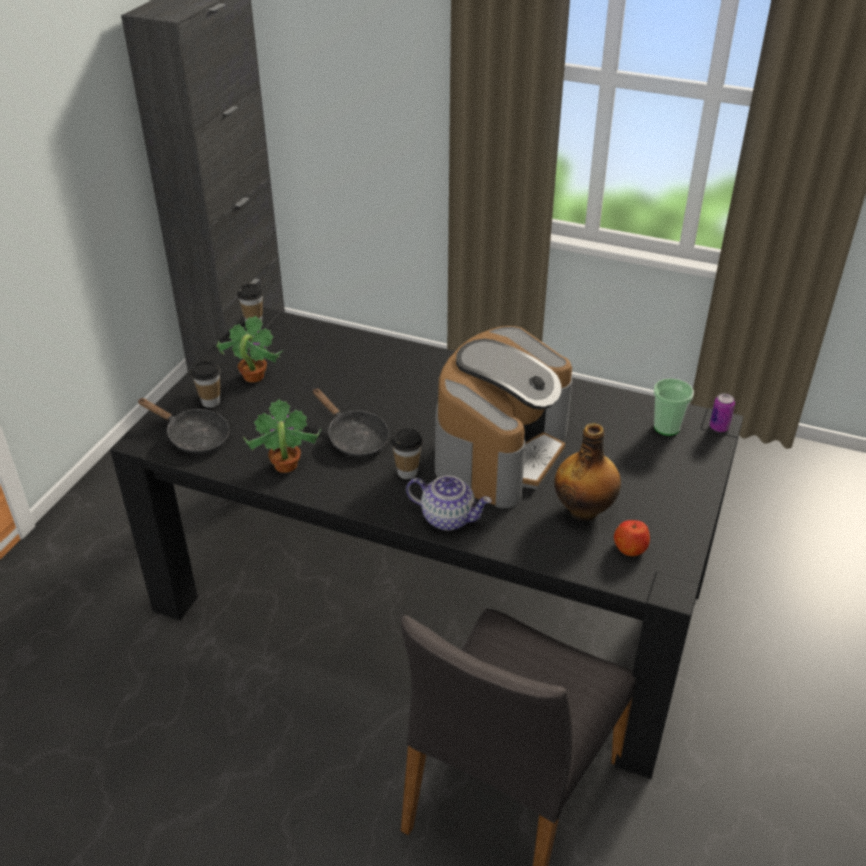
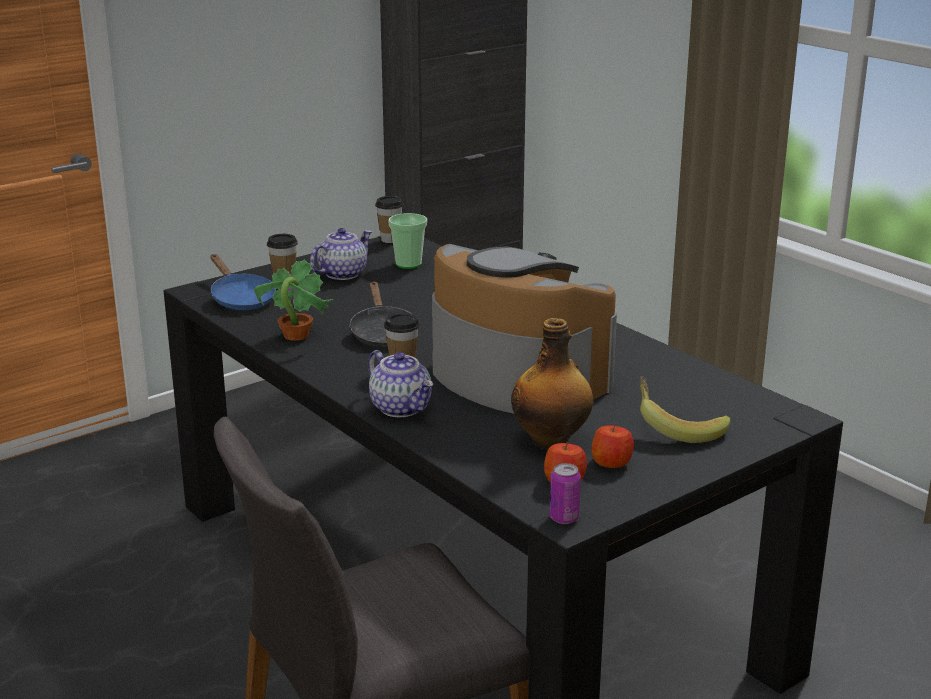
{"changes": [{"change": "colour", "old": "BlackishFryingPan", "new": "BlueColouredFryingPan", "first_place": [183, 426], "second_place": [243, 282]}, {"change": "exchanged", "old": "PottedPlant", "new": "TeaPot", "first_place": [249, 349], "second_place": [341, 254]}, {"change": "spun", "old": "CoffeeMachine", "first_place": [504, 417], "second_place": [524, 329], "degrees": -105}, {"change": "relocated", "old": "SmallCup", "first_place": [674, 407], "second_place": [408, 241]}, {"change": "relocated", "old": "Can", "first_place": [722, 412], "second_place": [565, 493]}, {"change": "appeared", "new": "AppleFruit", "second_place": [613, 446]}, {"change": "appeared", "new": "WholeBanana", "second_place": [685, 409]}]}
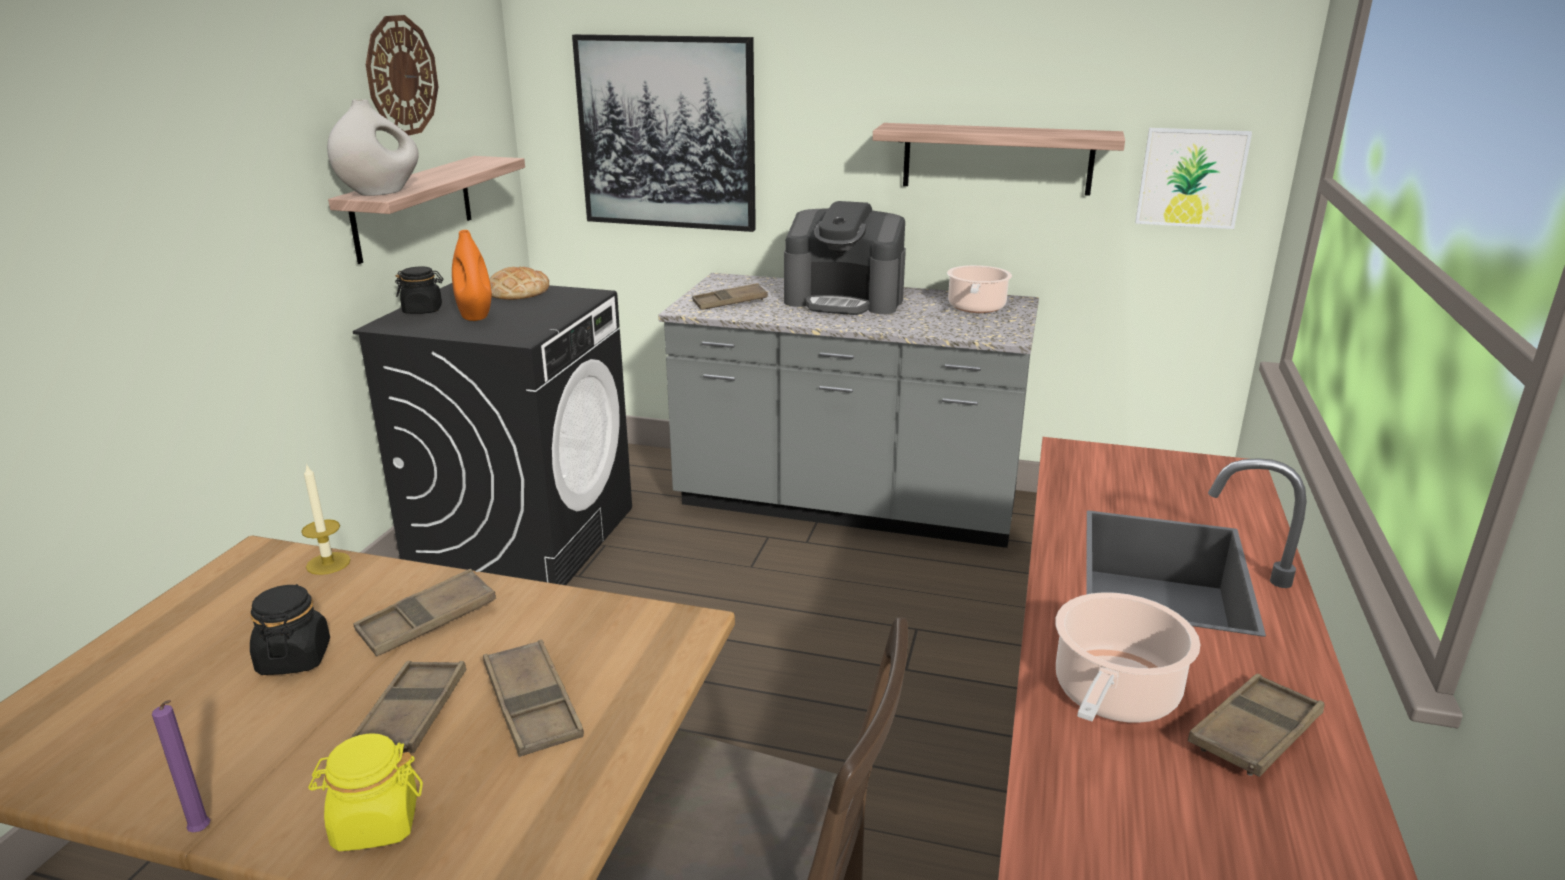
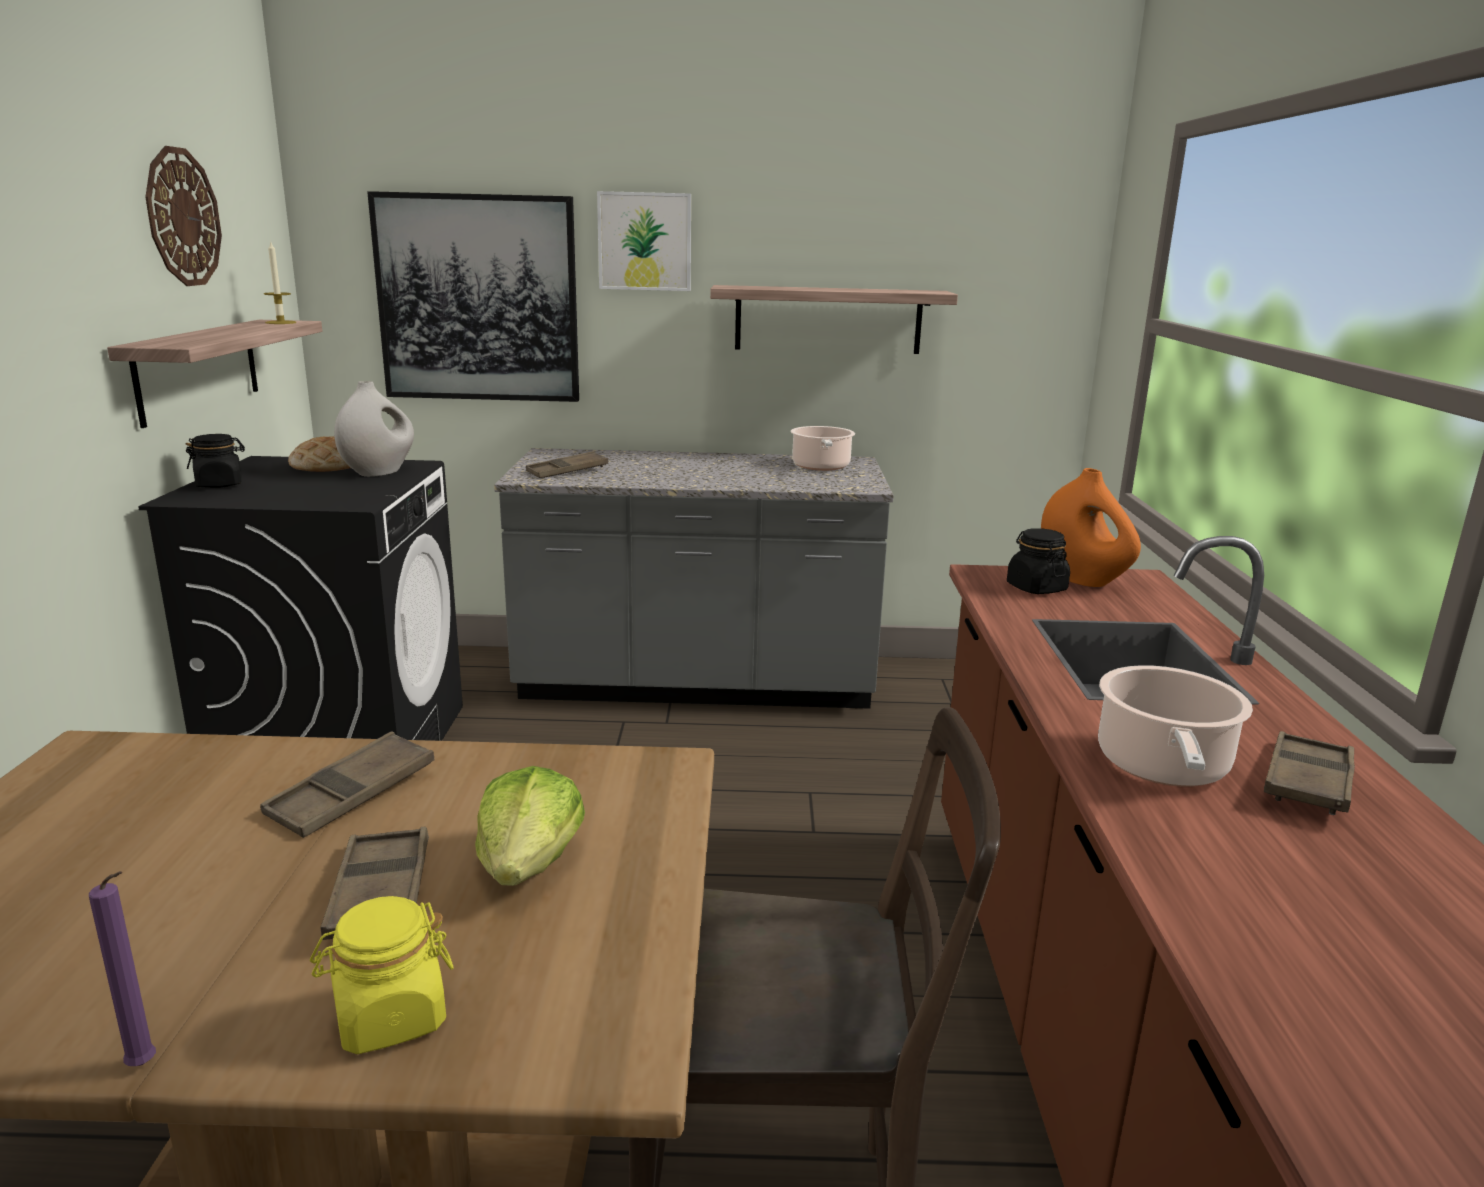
{"changes": [{"change": "relocated", "old": "BlackishStorageJar", "first_place": [290, 629], "second_place": [1038, 561]}, {"change": "relocated", "old": "Candle", "first_place": [326, 519], "second_place": [280, 282]}, {"change": "relocated", "old": "WhiteColouredDecorativeVase", "first_place": [373, 147], "second_place": [374, 429]}, {"change": "relocated", "old": "OrangeDecorativeVase", "first_place": [472, 275], "second_place": [1091, 527]}, {"change": "exchanged", "old": "BrownColouredTray", "new": "LettuceHead", "first_place": [533, 698], "second_place": [530, 826]}, {"change": "missing", "old": "CoffeeMachine", "first_place": [845, 258]}, {"change": "relocated", "old": "Picture", "first_place": [1193, 178], "second_place": [644, 241]}]}
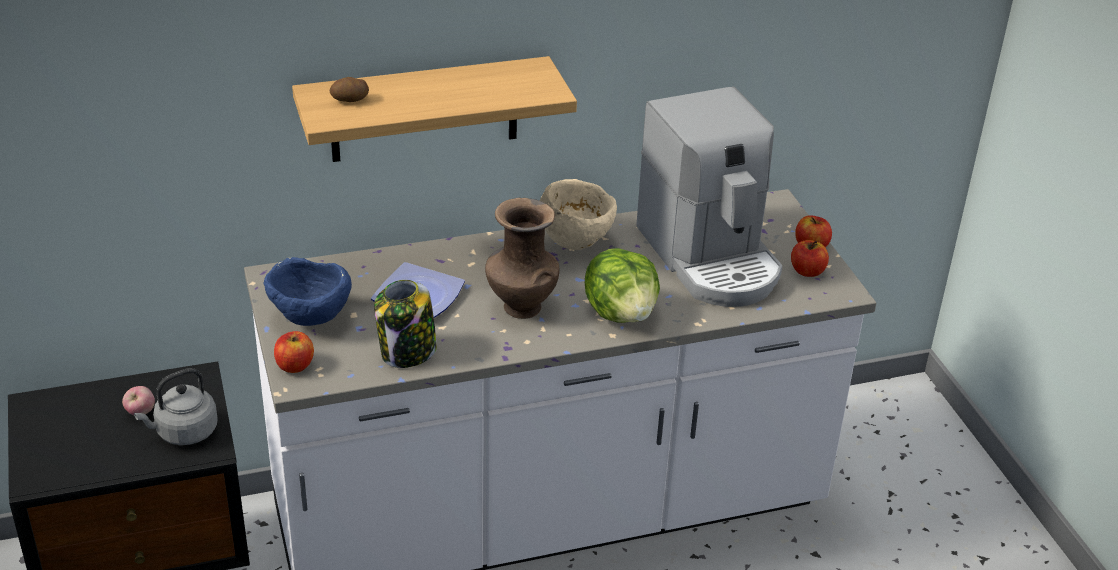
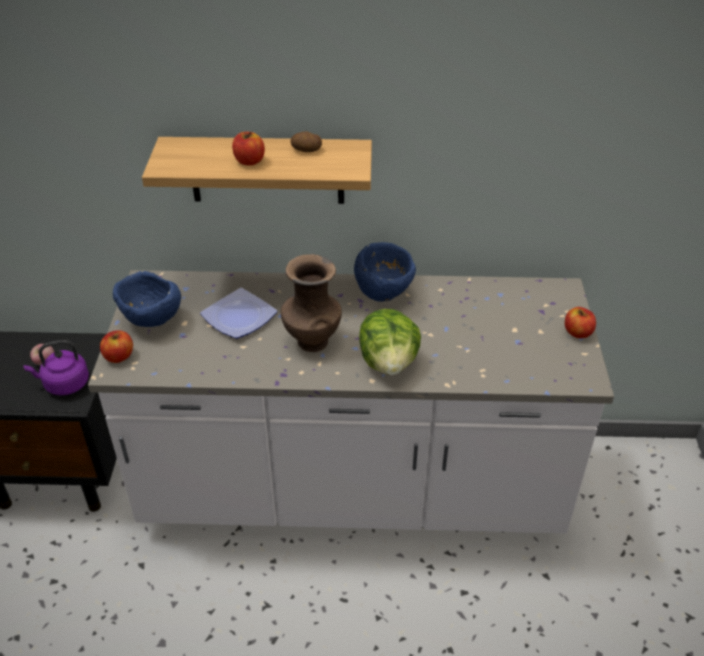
{"changes": [{"change": "colour", "old": "GrayTeaKettle", "new": "PurpleTeaKettle", "first_place": [176, 406], "second_place": [56, 367]}, {"change": "relocated", "old": "Spud", "first_place": [349, 89], "second_place": [306, 141]}, {"change": "missing", "old": "StorageJar", "first_place": [405, 324]}, {"change": "colour", "old": "BeigeColouredBowl", "new": "BlueColouredBowl", "first_place": [578, 214], "second_place": [385, 272]}, {"change": "missing", "old": "CoffeeMachine", "first_place": [709, 197]}, {"change": "relocated", "old": "AppleFruit", "first_place": [810, 258], "second_place": [248, 149]}]}
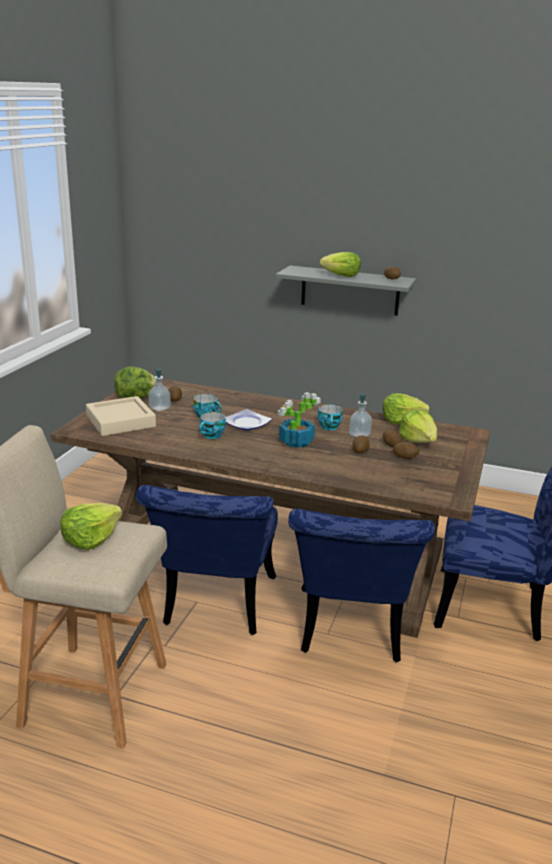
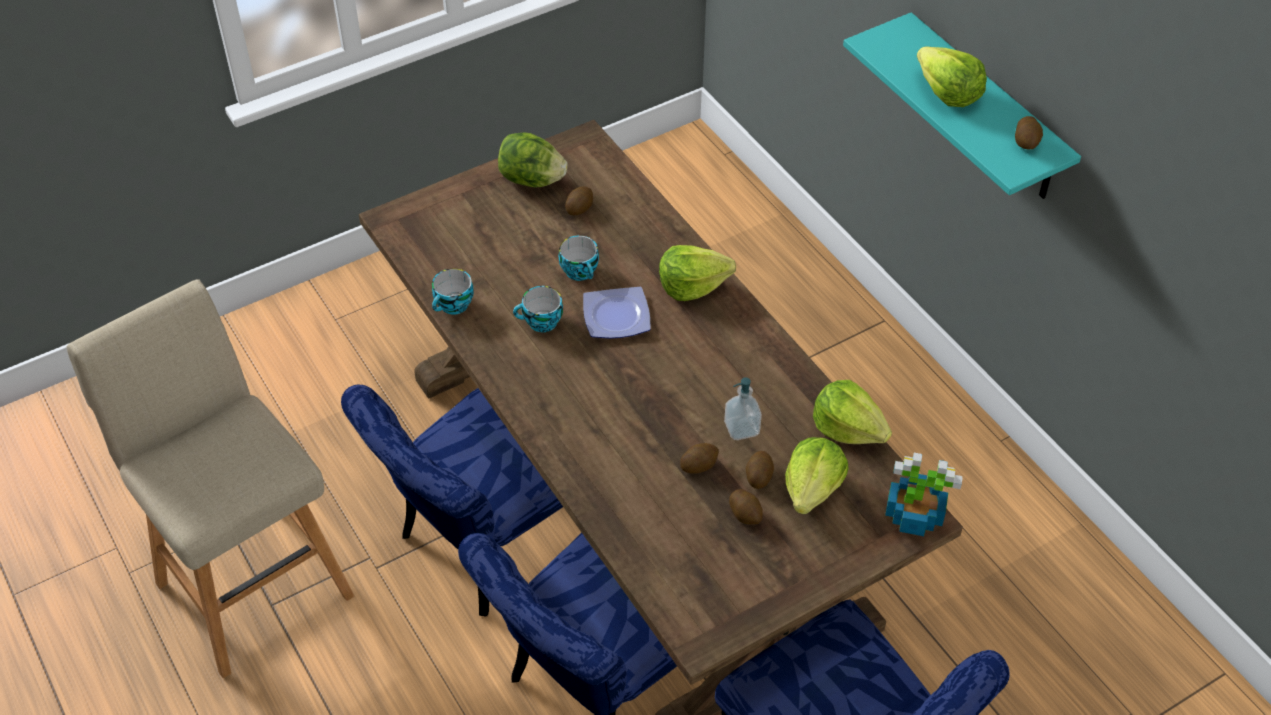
{"changes": [{"change": "relocated", "old": "LettuceHead", "first_place": [91, 526], "second_place": [697, 273]}, {"change": "missing", "old": "BeigeColouredTray", "first_place": [121, 416]}, {"change": "missing", "old": "SoapDispenser", "first_place": [159, 390]}, {"change": "colour", "old": "GrayBracketShelf", "new": "TurquoiseColouredBracketShelf", "first_place": [346, 290], "second_place": [962, 105]}, {"change": "relocated", "old": "PottedPlant", "first_place": [299, 420], "second_place": [924, 494]}, {"change": "relocated", "old": "SmallCup", "first_place": [330, 417], "second_place": [453, 291]}]}
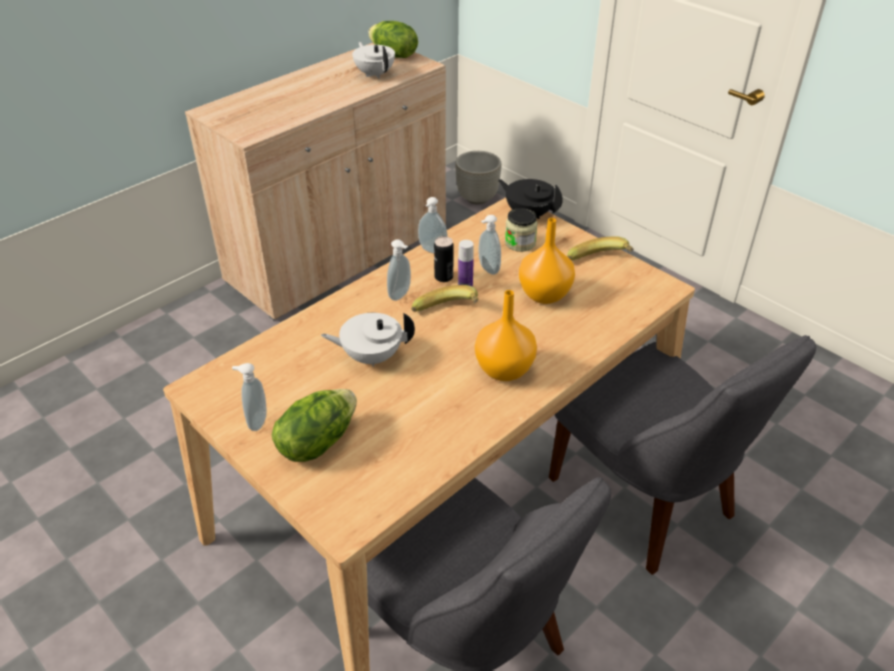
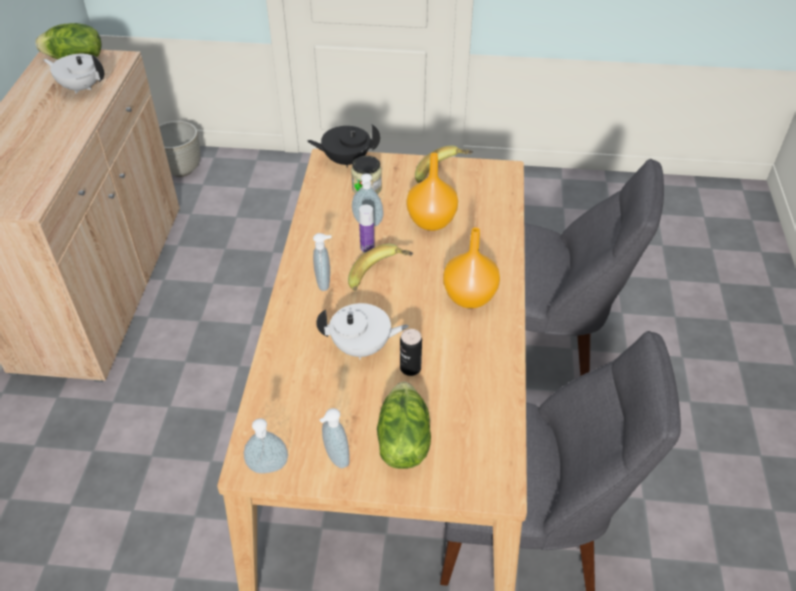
{"changes": [{"change": "spun", "old": "WhiteColouredTeaPot", "first_place": [368, 340], "second_place": [362, 331], "degrees": -135}, {"change": "relocated", "old": "SoapDispenser", "first_place": [433, 225], "second_place": [266, 445]}, {"change": "relocated", "old": "Can", "first_place": [444, 259], "second_place": [411, 352]}]}
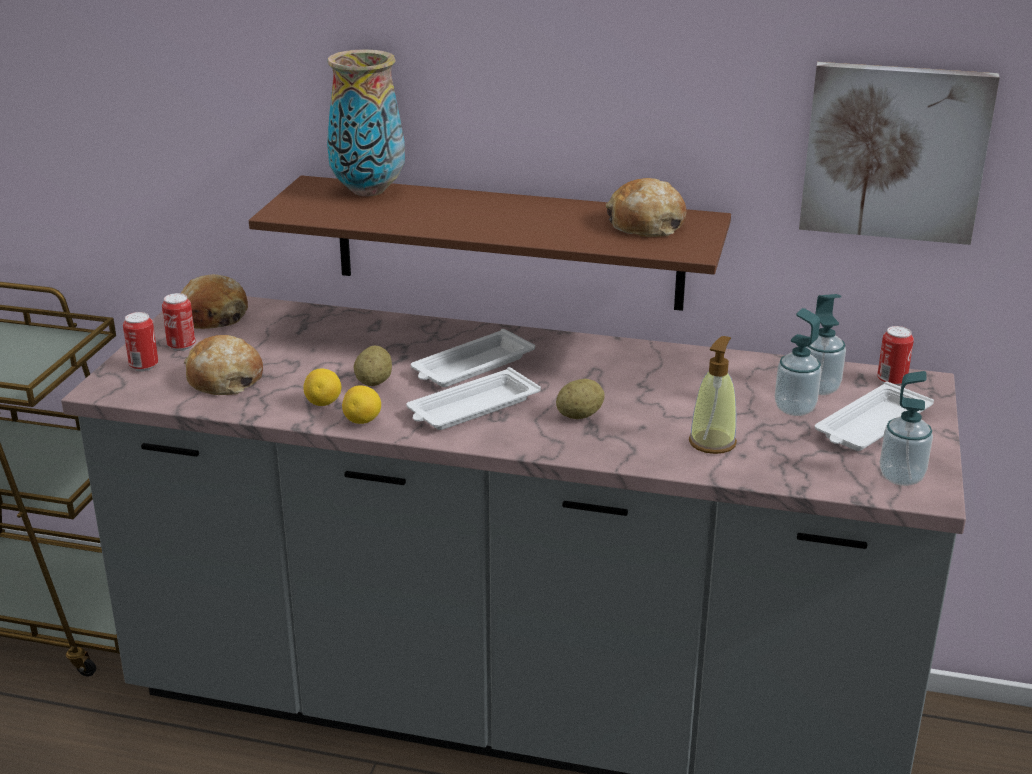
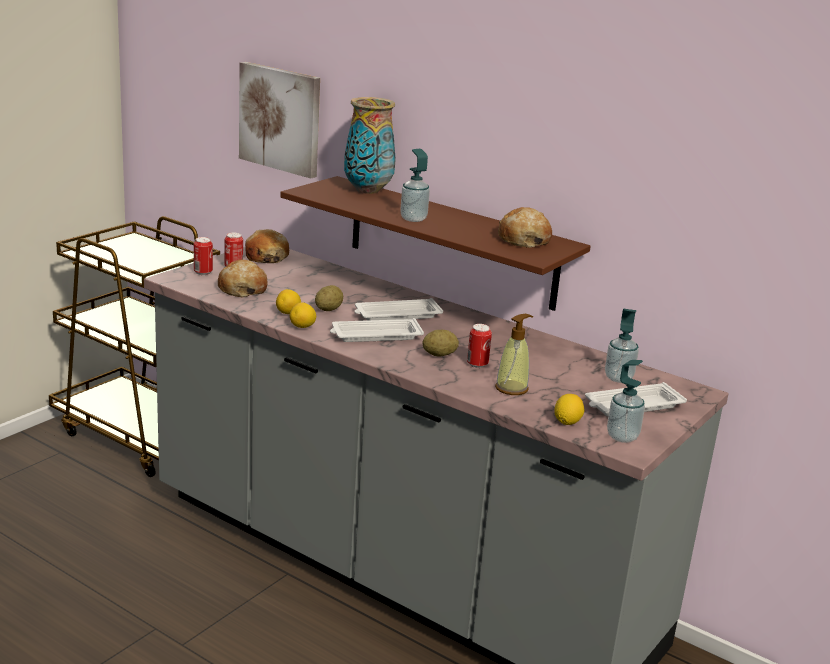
{"changes": [{"change": "relocated", "old": "SoapDispenser", "first_place": [798, 362], "second_place": [415, 185]}, {"change": "relocated", "old": "Picture", "first_place": [899, 153], "second_place": [279, 120]}, {"change": "relocated", "old": "Can", "first_place": [895, 356], "second_place": [479, 346]}, {"change": "appeared", "new": "Lemon", "second_place": [569, 409]}]}
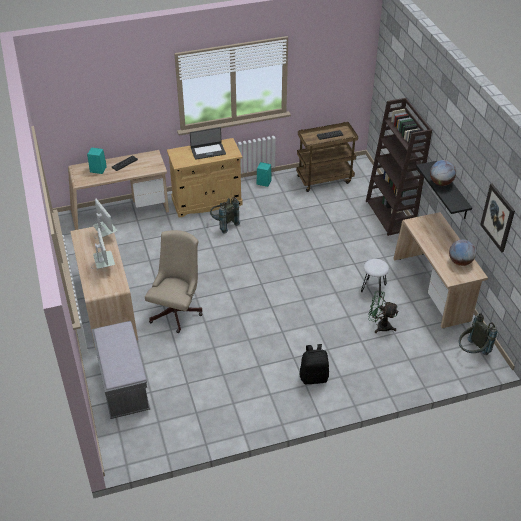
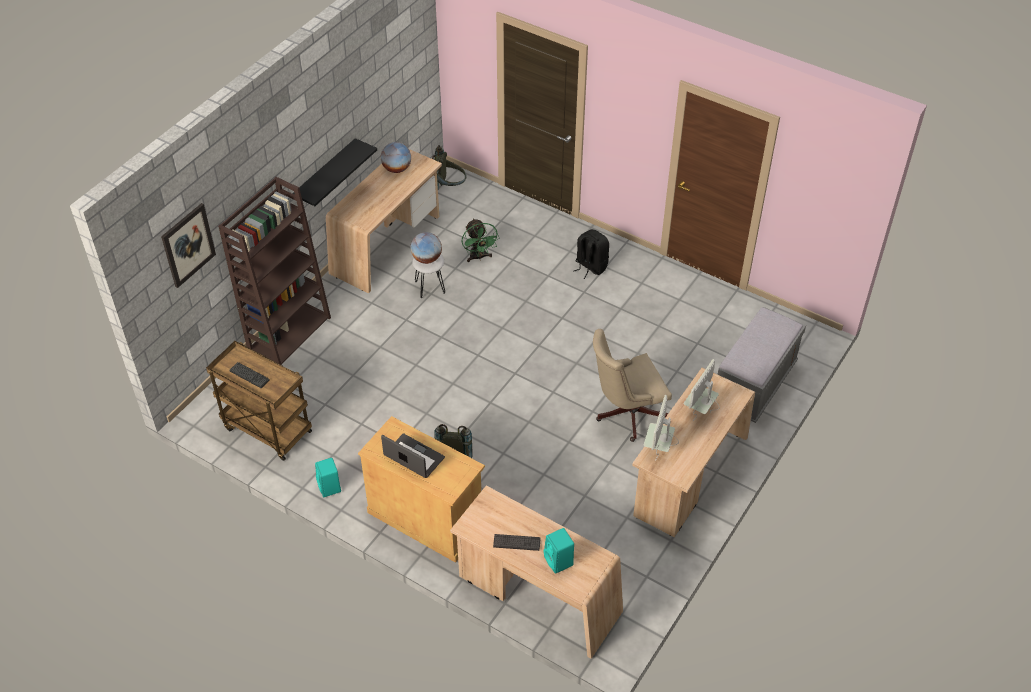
{"changes": [{"change": "relocated", "old": "Globe", "first_place": [443, 173], "second_place": [426, 248]}, {"change": "relocated", "old": "Picture", "first_place": [497, 218], "second_place": [188, 245]}]}
